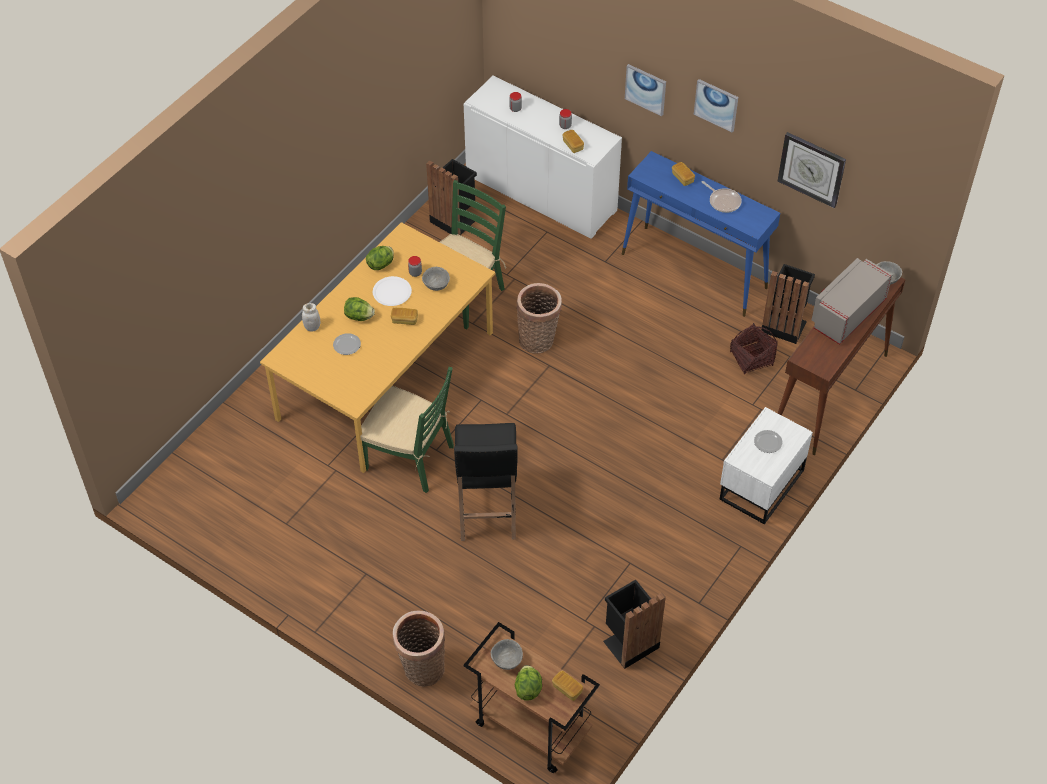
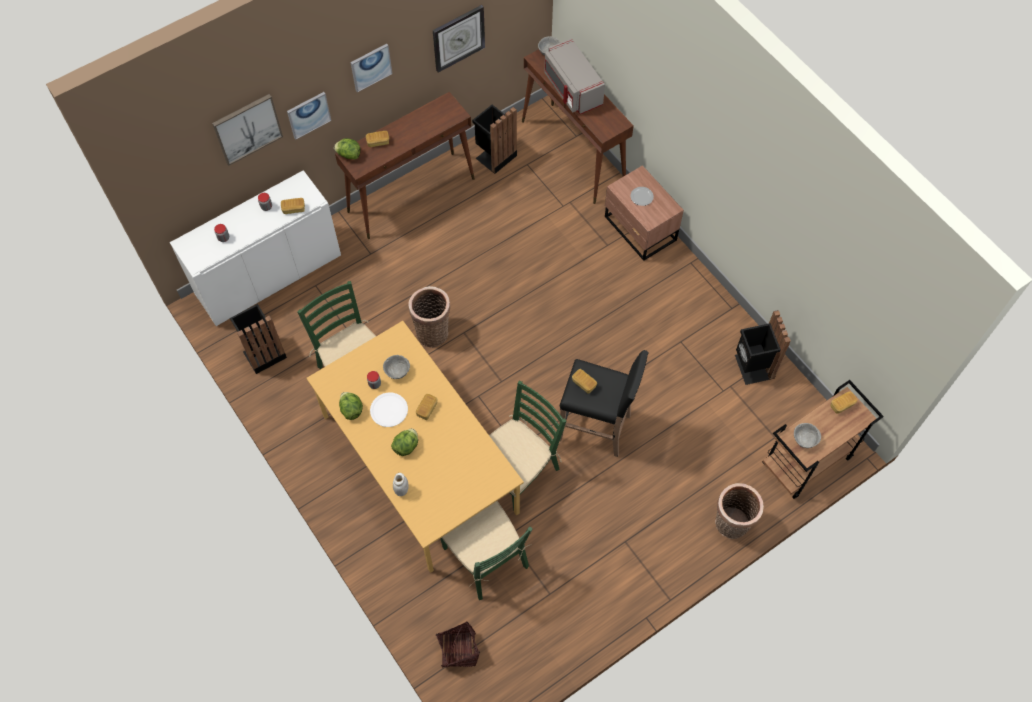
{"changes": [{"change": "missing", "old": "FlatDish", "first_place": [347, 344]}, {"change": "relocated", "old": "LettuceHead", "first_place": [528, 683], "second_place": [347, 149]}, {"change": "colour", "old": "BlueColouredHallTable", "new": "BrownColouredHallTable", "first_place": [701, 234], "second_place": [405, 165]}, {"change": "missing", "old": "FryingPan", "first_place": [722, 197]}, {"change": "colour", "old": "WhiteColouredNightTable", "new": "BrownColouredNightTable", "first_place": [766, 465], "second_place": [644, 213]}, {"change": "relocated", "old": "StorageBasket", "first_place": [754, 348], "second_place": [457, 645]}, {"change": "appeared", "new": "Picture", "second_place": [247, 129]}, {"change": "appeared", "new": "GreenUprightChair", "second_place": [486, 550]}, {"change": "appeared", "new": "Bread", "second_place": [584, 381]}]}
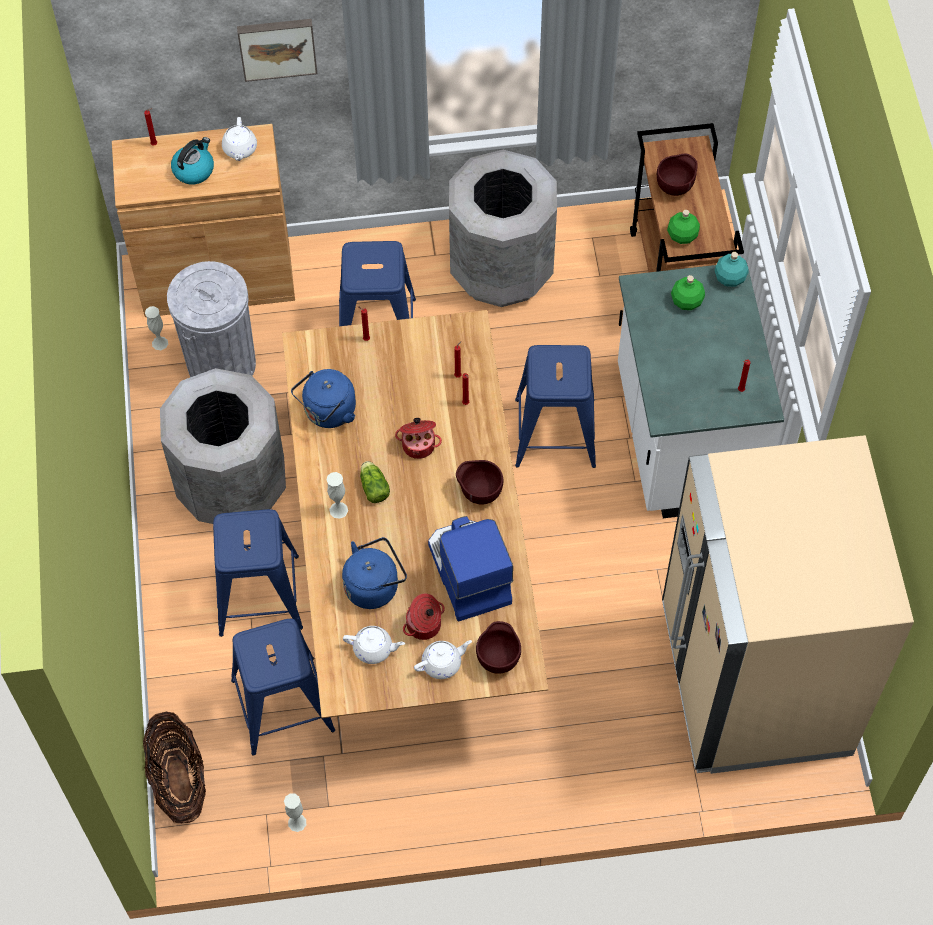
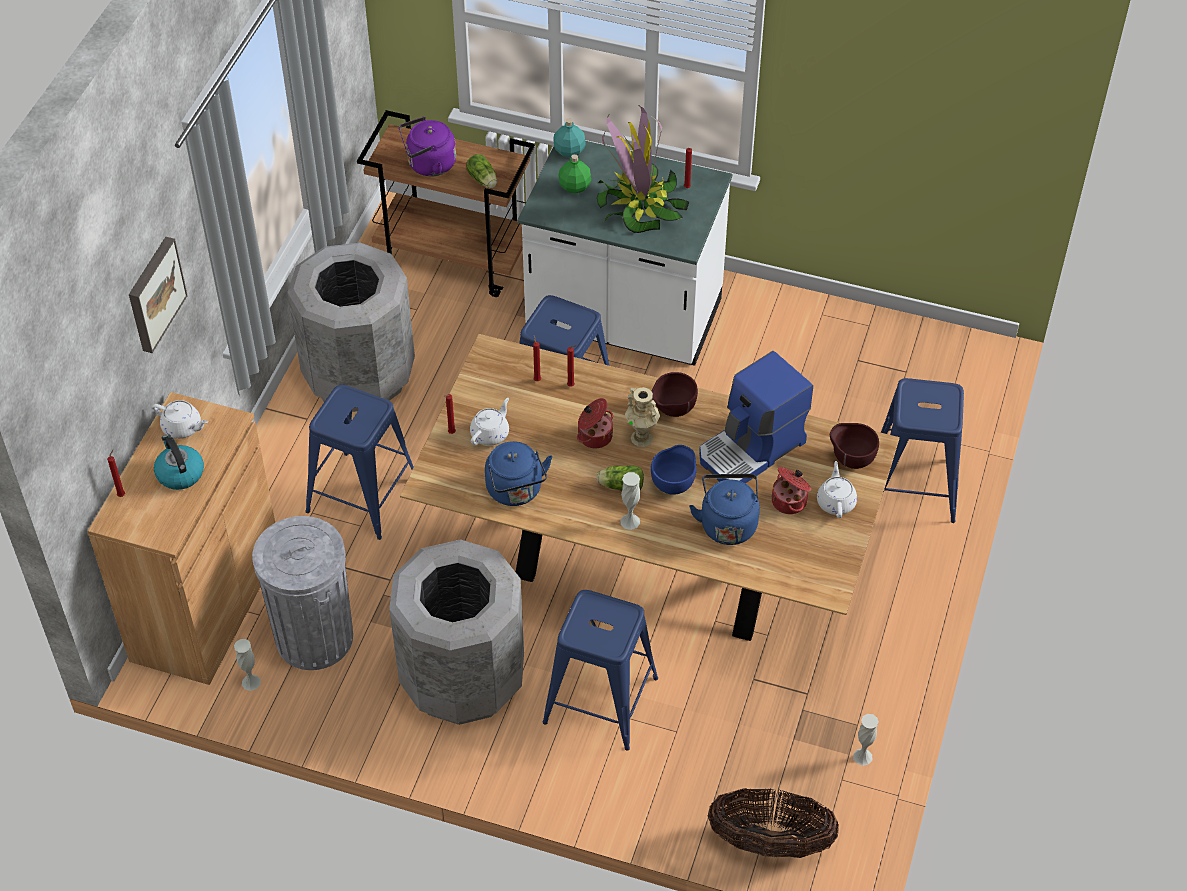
{"changes": [{"change": "relocated", "old": "BlueColouredStoolSeat", "first_place": [283, 687], "second_place": [922, 450]}, {"change": "relocated", "old": "WhiteColouredTeaPot", "first_place": [374, 645], "second_place": [489, 422]}, {"change": "spun", "old": "CoffeeMachine", "first_place": [471, 568], "second_place": [756, 417], "degrees": -45}, {"change": "exchanged", "old": "BrownColouredBowl", "new": "PurpleTeaKettle", "first_place": [677, 175], "second_place": [427, 146]}, {"change": "missing", "old": "BeigeColouredRefrigerator", "first_place": [788, 604]}, {"change": "exchanged", "old": "GreenDrinkBottle", "new": "LettuceHead", "first_place": [683, 227], "second_place": [481, 171]}, {"change": "appeared", "new": "PottedPlant", "second_place": [643, 169]}, {"change": "appeared", "new": "BeigeColouredDecorativeVase", "second_place": [642, 417]}, {"change": "appeared", "new": "BlueColouredBowl", "second_place": [673, 470]}]}
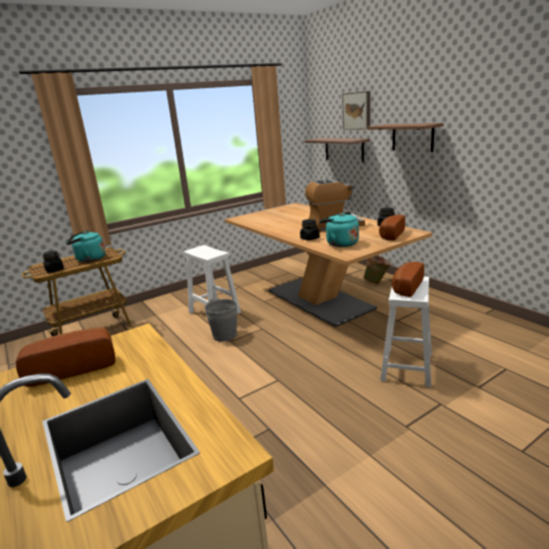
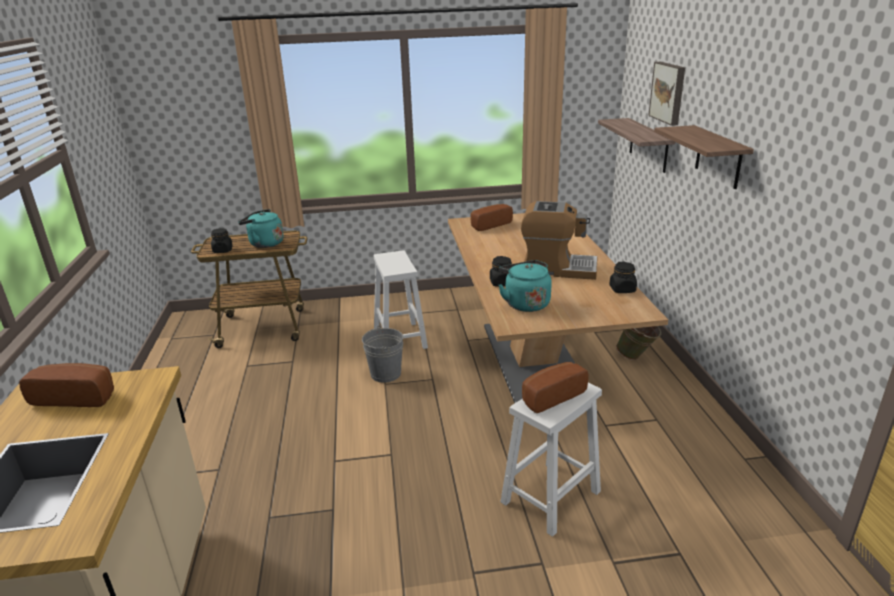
{"changes": [{"change": "relocated", "old": "Bread", "first_place": [392, 228], "second_place": [491, 217]}]}
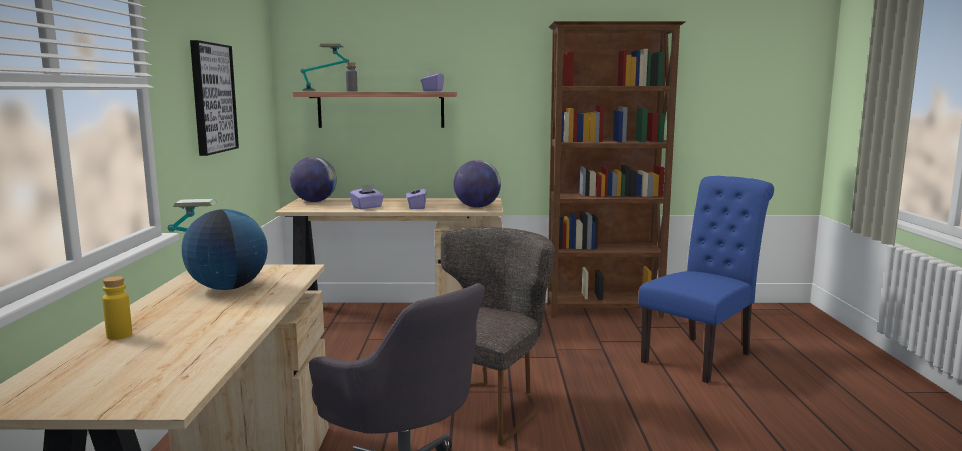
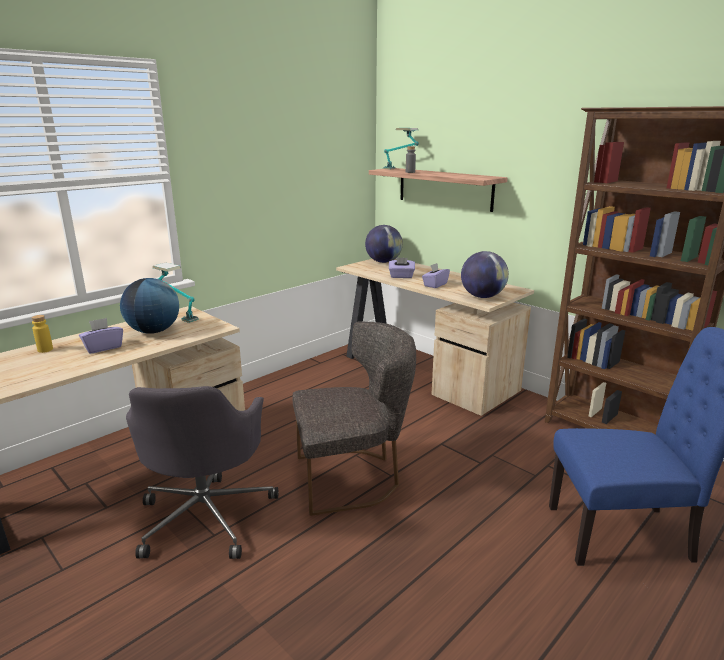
{"changes": [{"change": "missing", "old": "Picture", "first_place": [214, 98]}, {"change": "relocated", "old": "PurpleBoxOfTissues", "first_place": [432, 79], "second_place": [101, 336]}]}
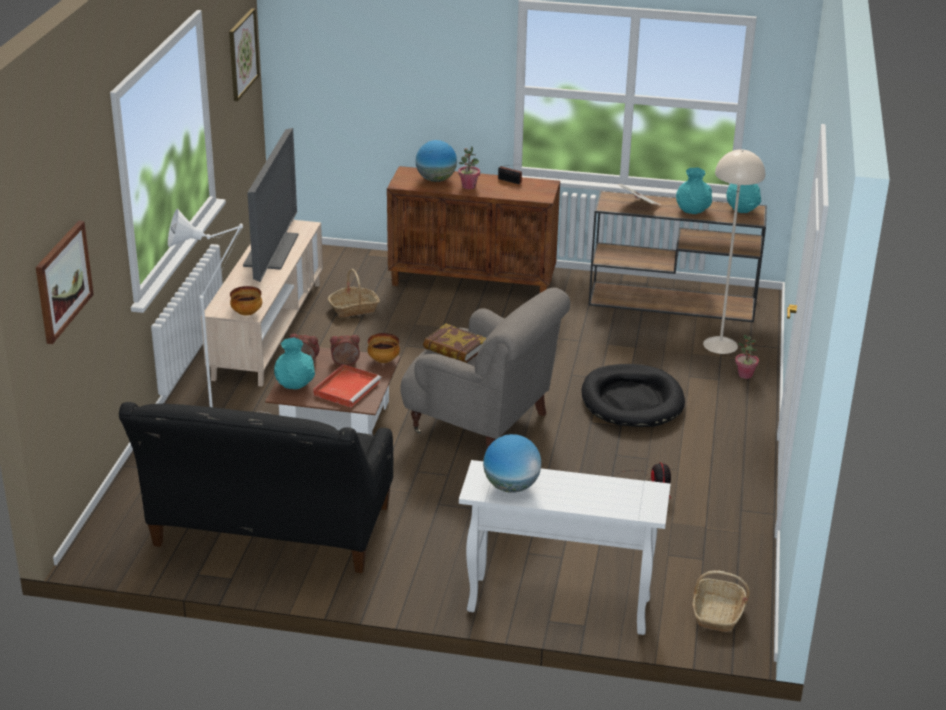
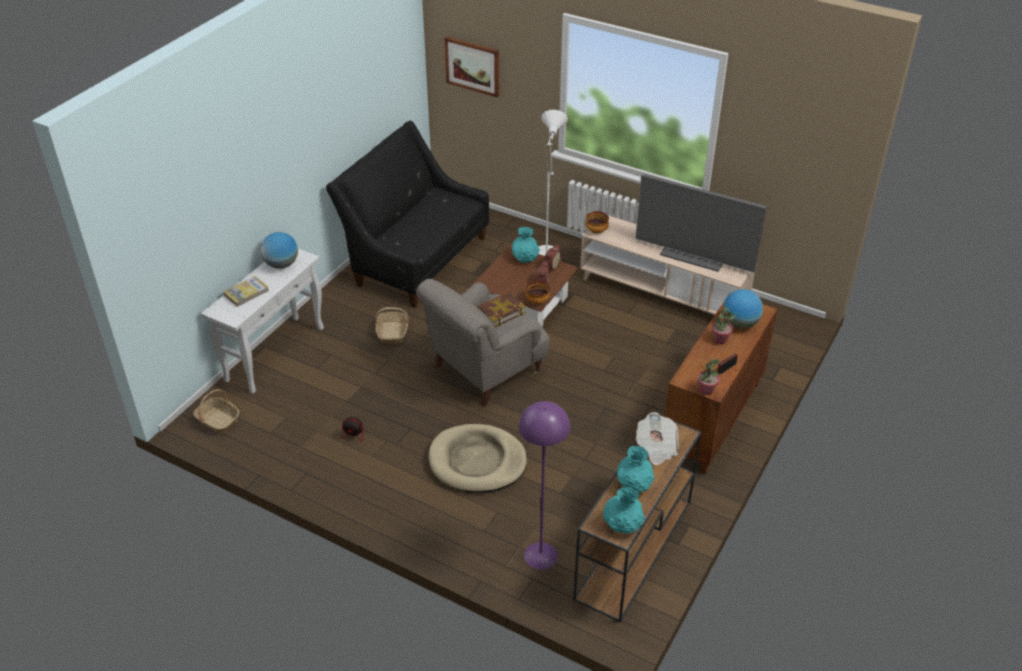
{"changes": [{"change": "missing", "old": "Picture", "first_place": [244, 54]}, {"change": "missing", "old": "RedTray", "first_place": [347, 385]}, {"change": "relocated", "old": "StorageBasket", "first_place": [354, 293], "second_place": [392, 325]}, {"change": "colour", "old": "BlackishDogBed", "new": "BeigeColouredDogBed", "first_place": [633, 395], "second_place": [478, 458]}, {"change": "colour", "old": "BeigeColouredStandingLamp", "new": "PurpleStandingLamp", "first_place": [734, 251], "second_place": [544, 485]}, {"change": "relocated", "old": "PottedPlant", "first_place": [747, 356], "second_place": [708, 376]}, {"change": "appeared", "new": "Book", "second_place": [246, 291]}]}
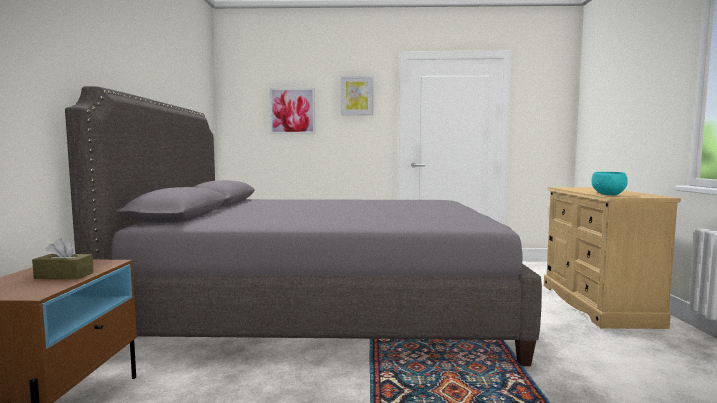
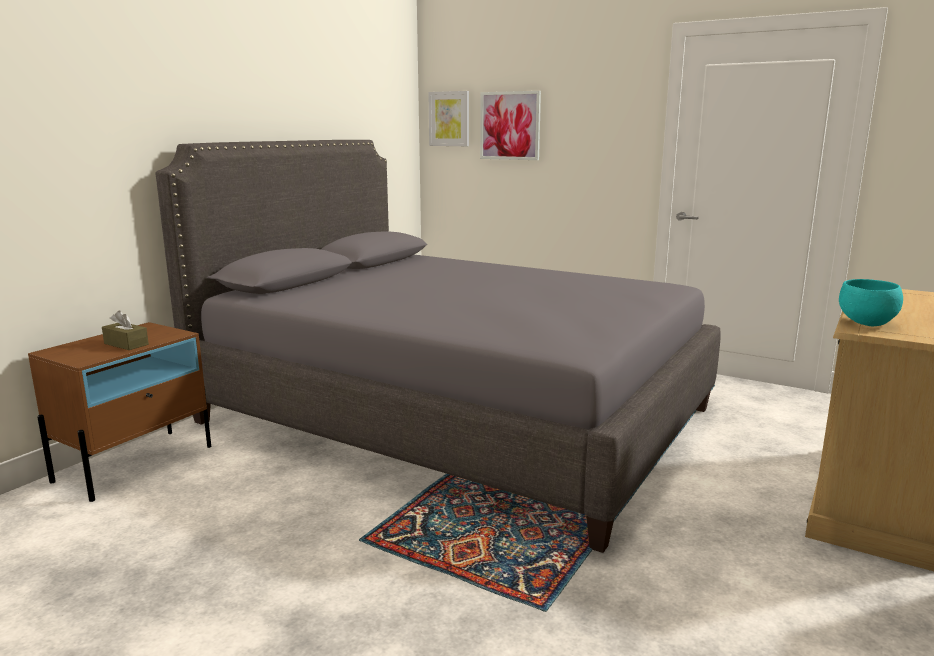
{"changes": [{"change": "relocated", "old": "Picture", "first_place": [357, 95], "second_place": [448, 118]}]}
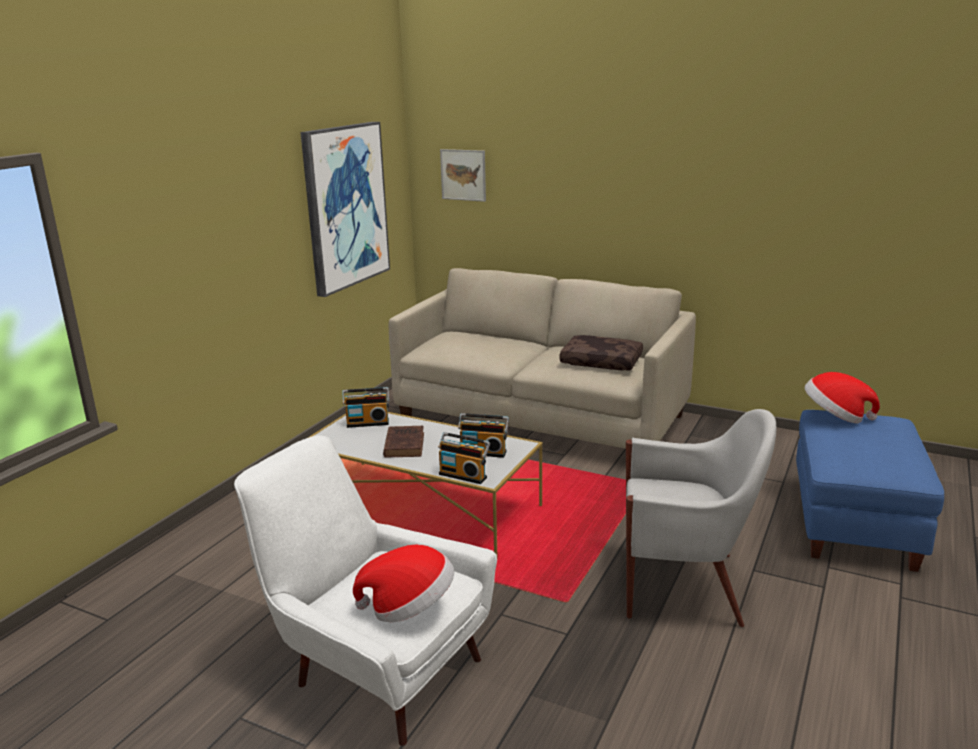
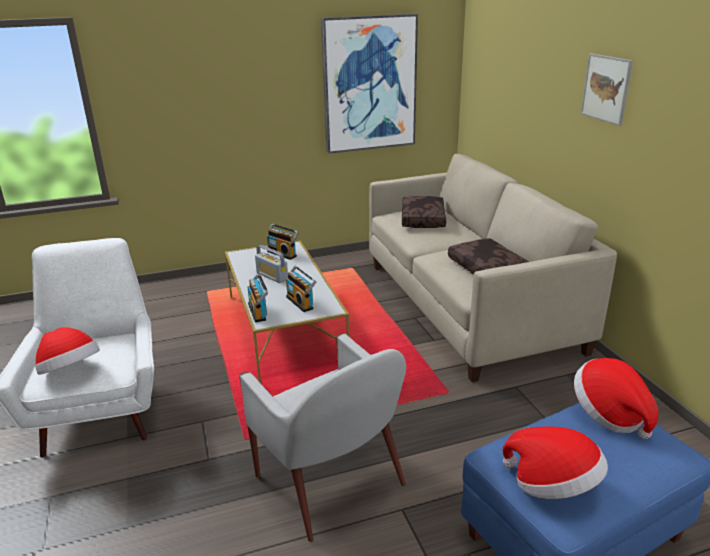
{"changes": [{"change": "exchanged", "old": "BrownColouredBook", "new": "RadioReceiver", "first_place": [403, 442], "second_place": [271, 264]}, {"change": "relocated", "old": "Picture", "first_place": [463, 175], "second_place": [607, 89]}, {"change": "appeared", "new": "BrownColouredCushion", "second_place": [424, 212]}, {"change": "appeared", "new": "Hat", "second_place": [555, 463]}]}
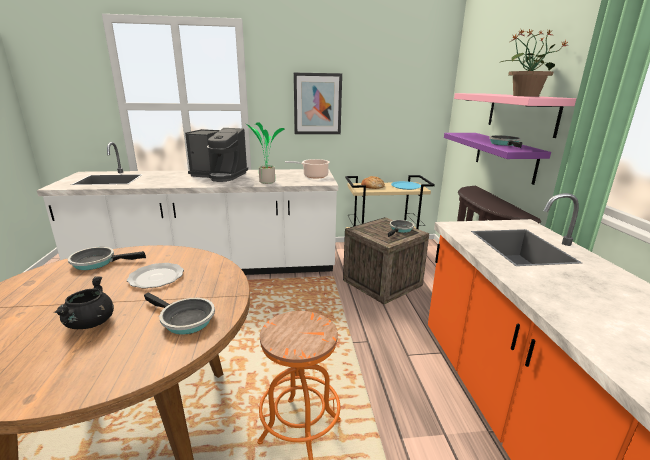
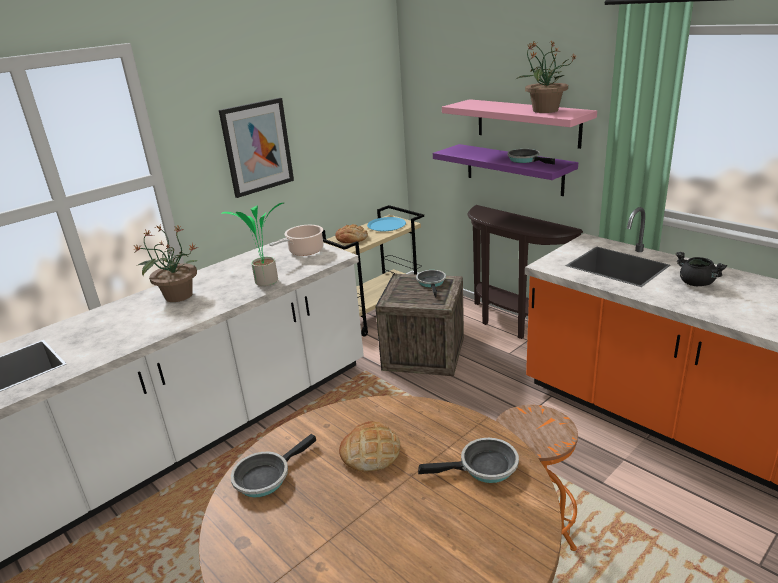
{"changes": [{"change": "relocated", "old": "BlackishCookingPot", "first_place": [84, 302], "second_place": [701, 269]}, {"change": "exchanged", "old": "FlatDish", "new": "Bread", "first_place": [155, 275], "second_place": [369, 446]}, {"change": "exchanged", "old": "CoffeeMachine", "new": "PottedPlant", "first_place": [216, 155], "second_place": [166, 263]}]}
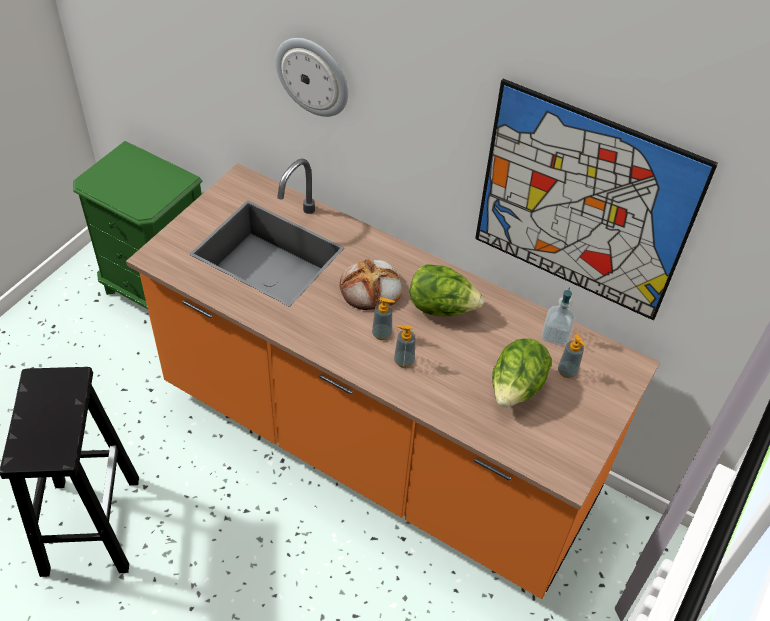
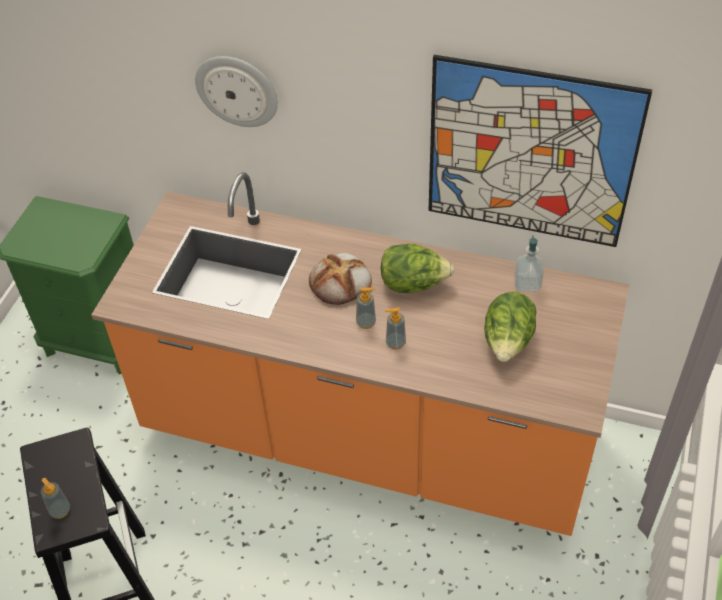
{"changes": [{"change": "relocated", "old": "SoapDispenser", "first_place": [571, 356], "second_place": [55, 498]}]}
